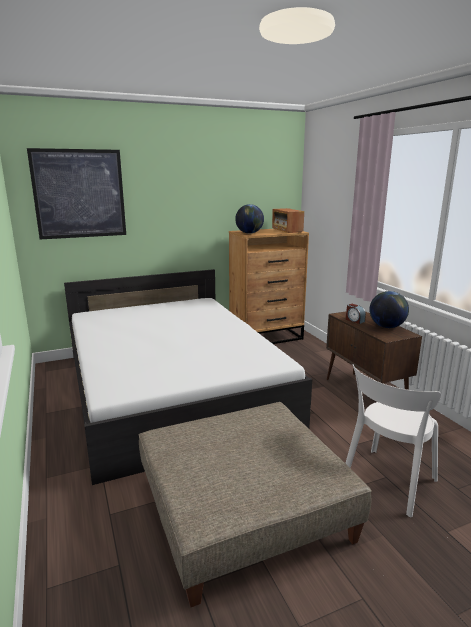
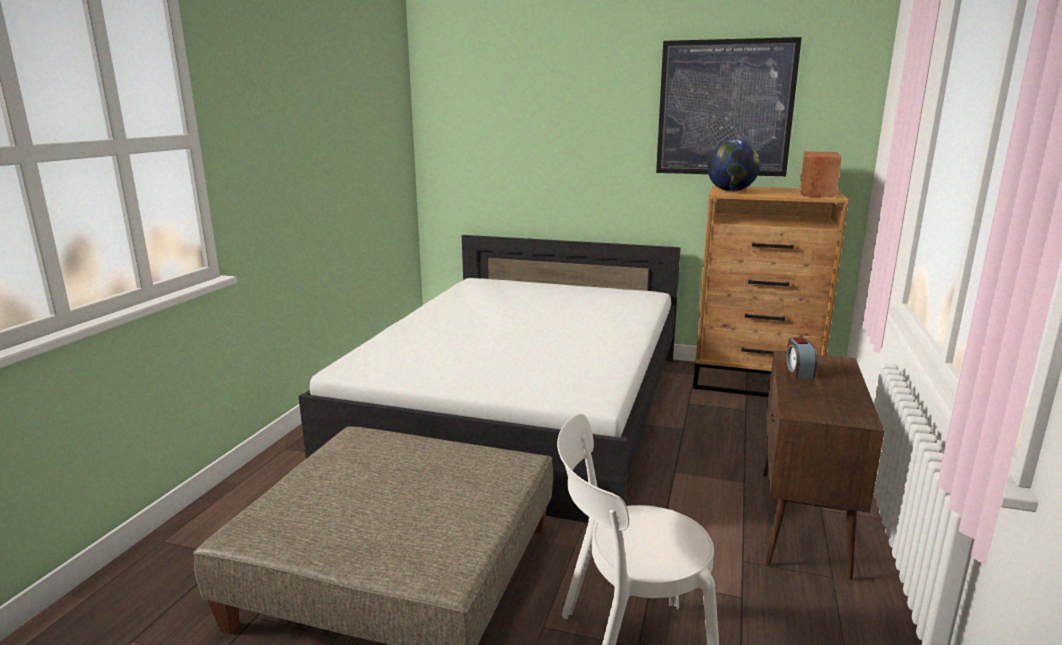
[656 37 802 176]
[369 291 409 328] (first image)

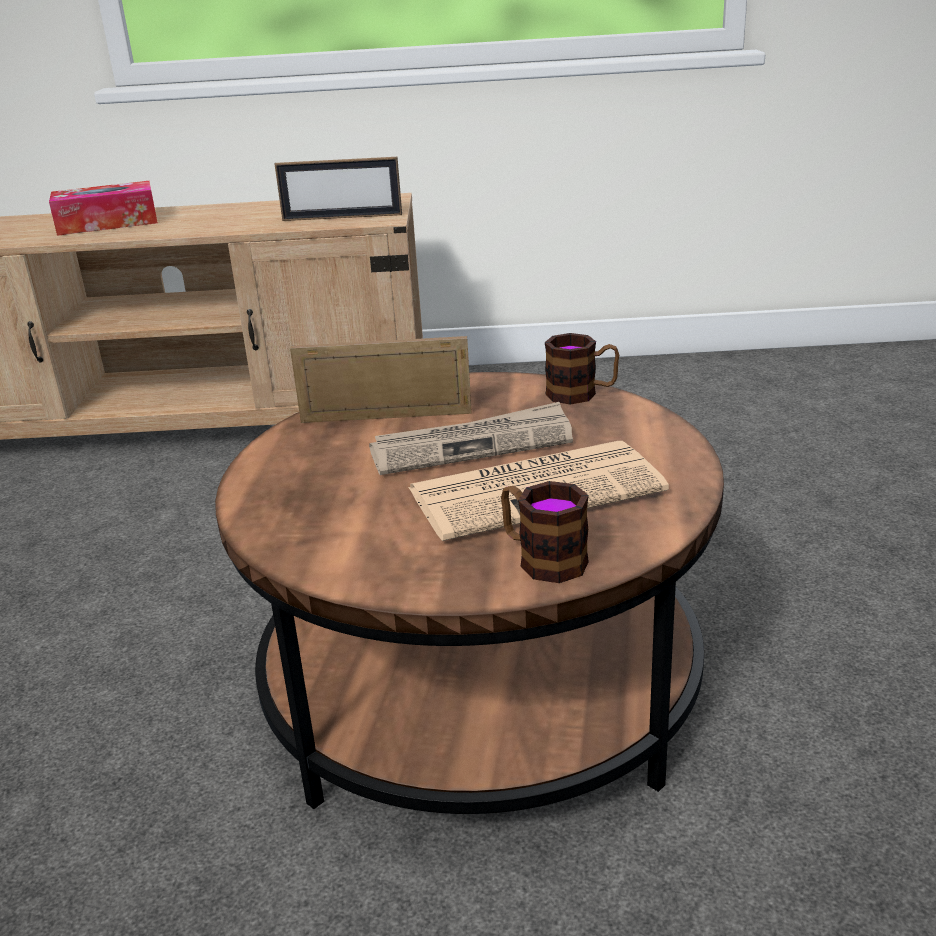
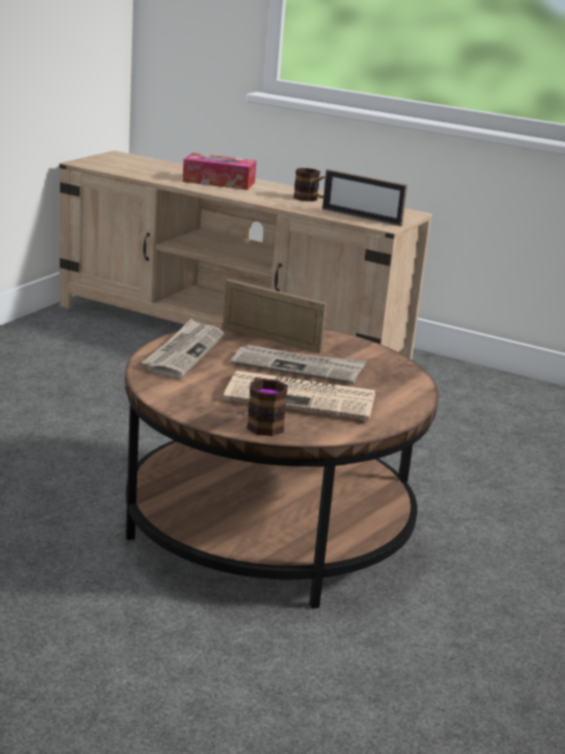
[293 168 325 202]
[141 319 224 378]

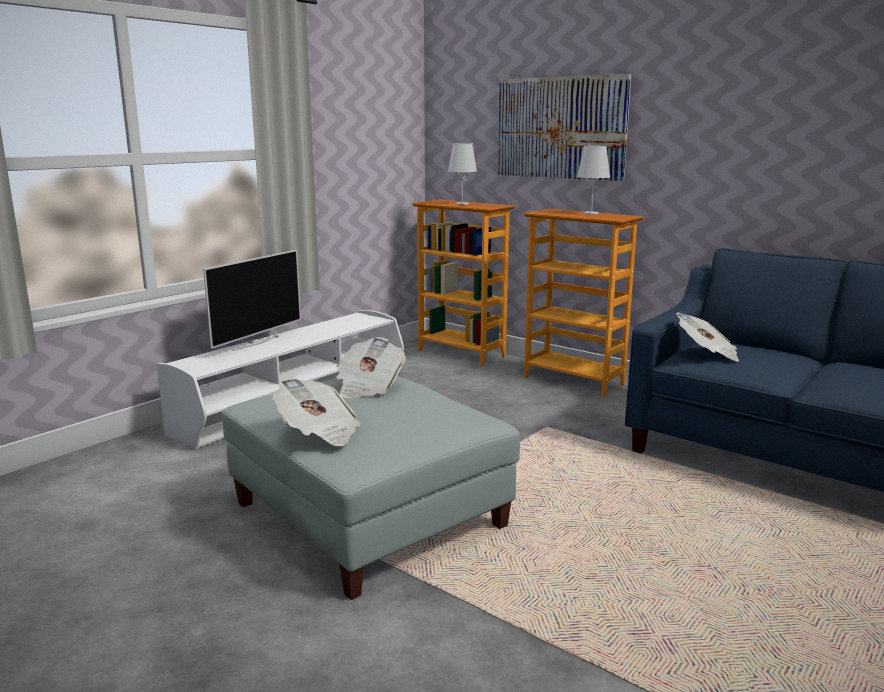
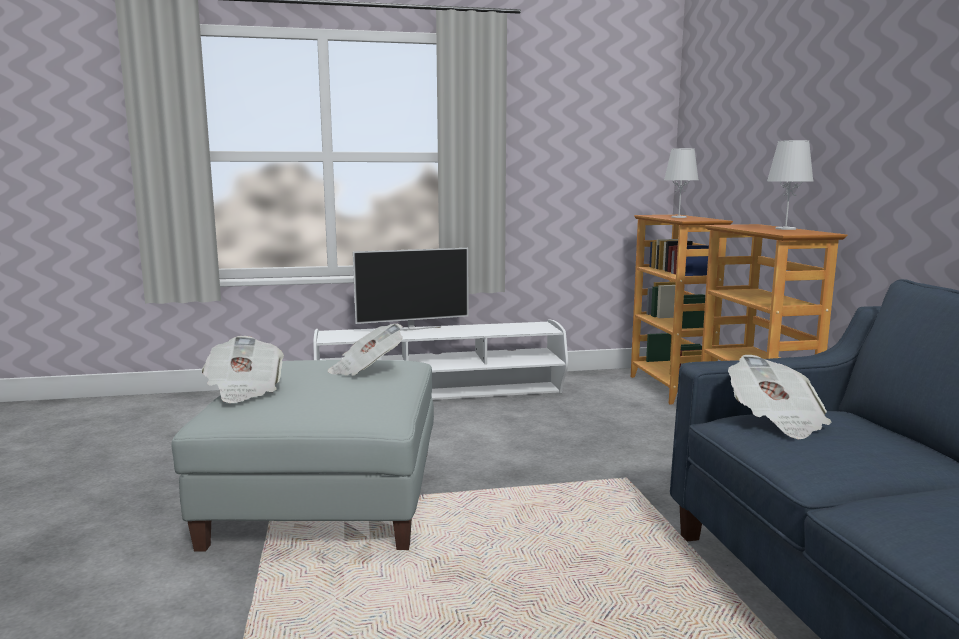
[497 74 632 181] (first image)

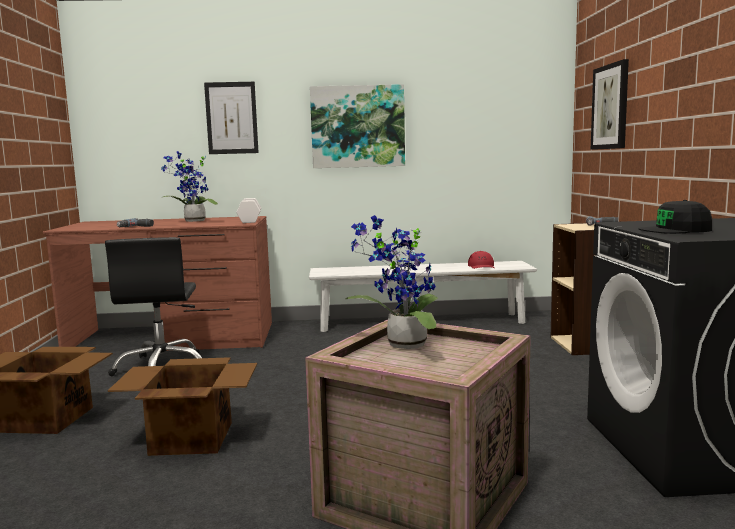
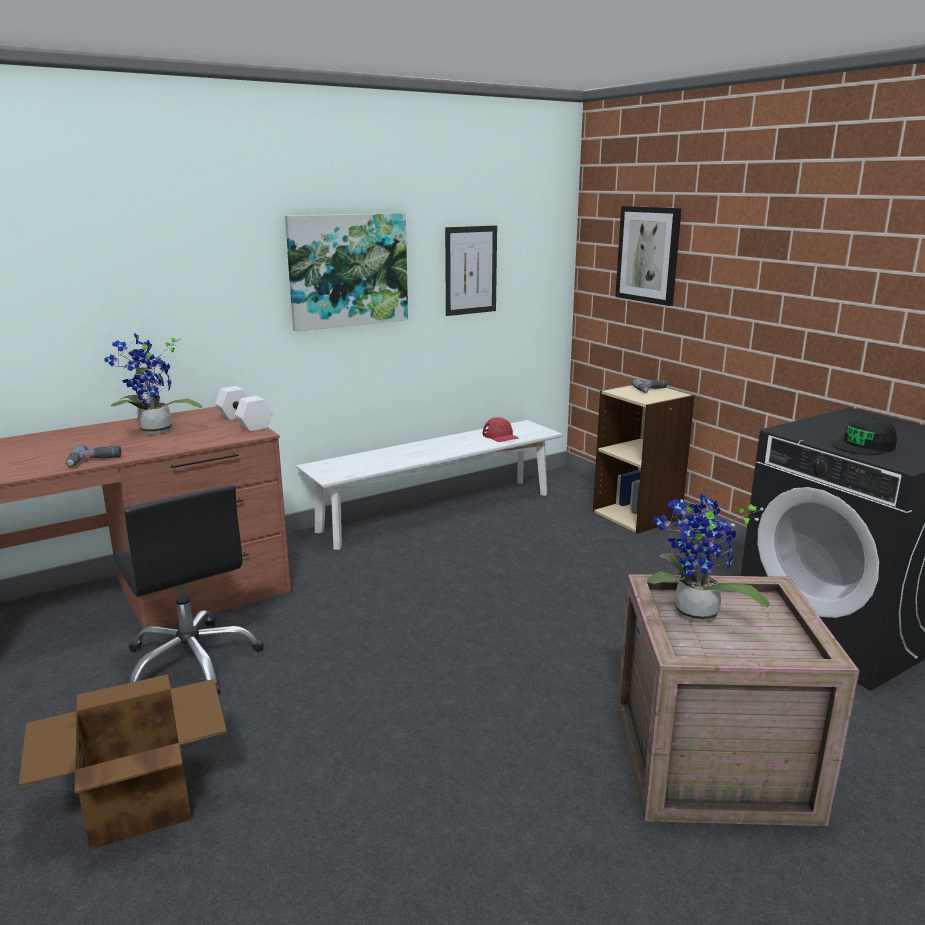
[108 357 257 456] (first image)
[445 225 497 316]

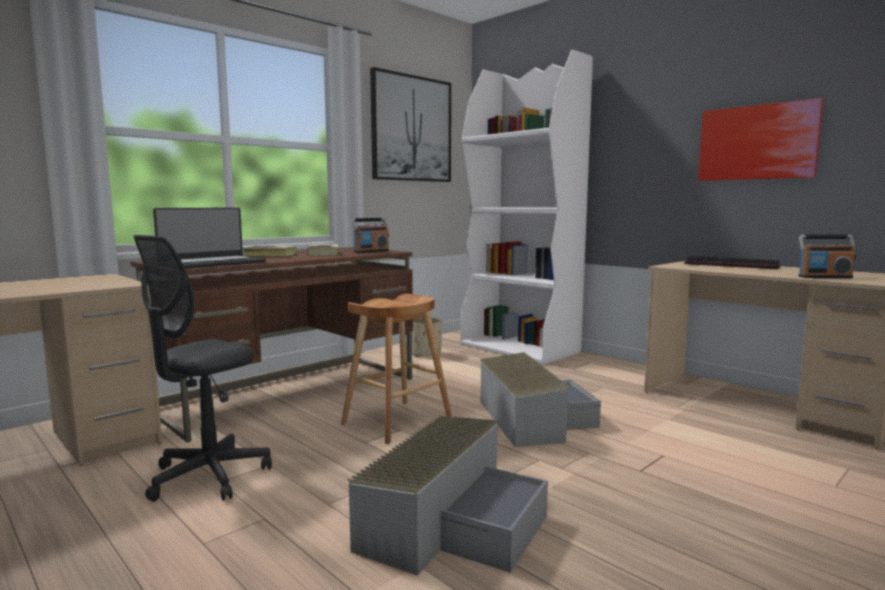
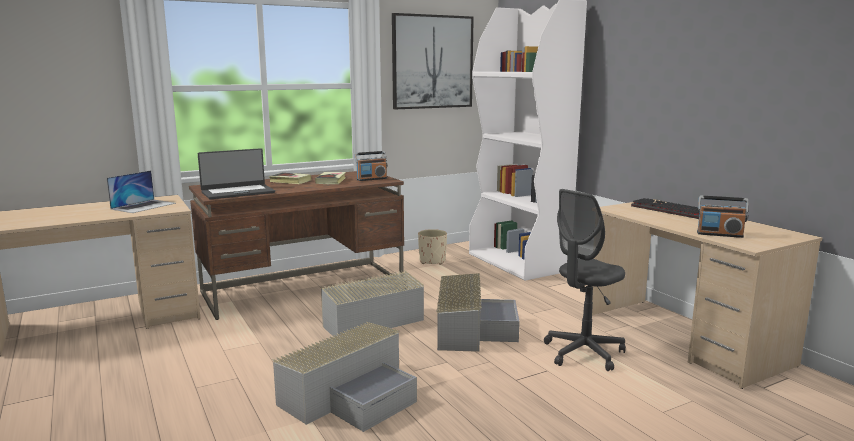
[544 189 626 371]
[321 270 424 337]
[698 98 824 181] (first image)
[107 170 176 213]

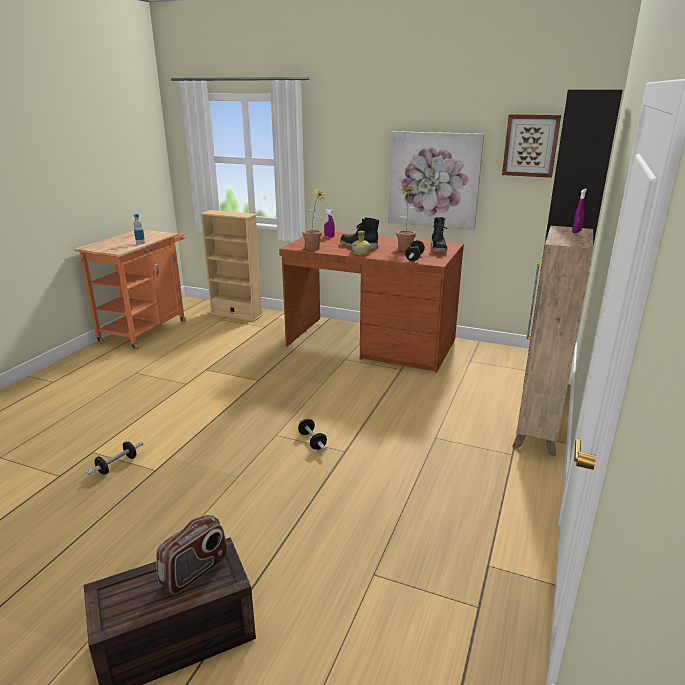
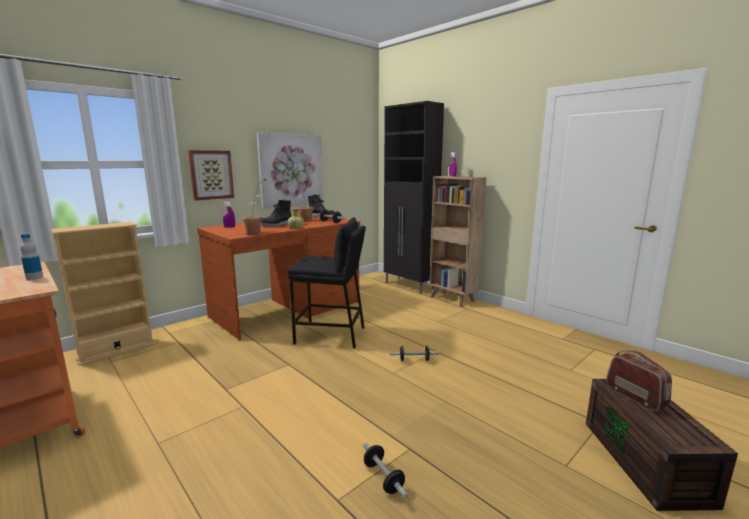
[188 150 234 200]
[287 217 366 348]

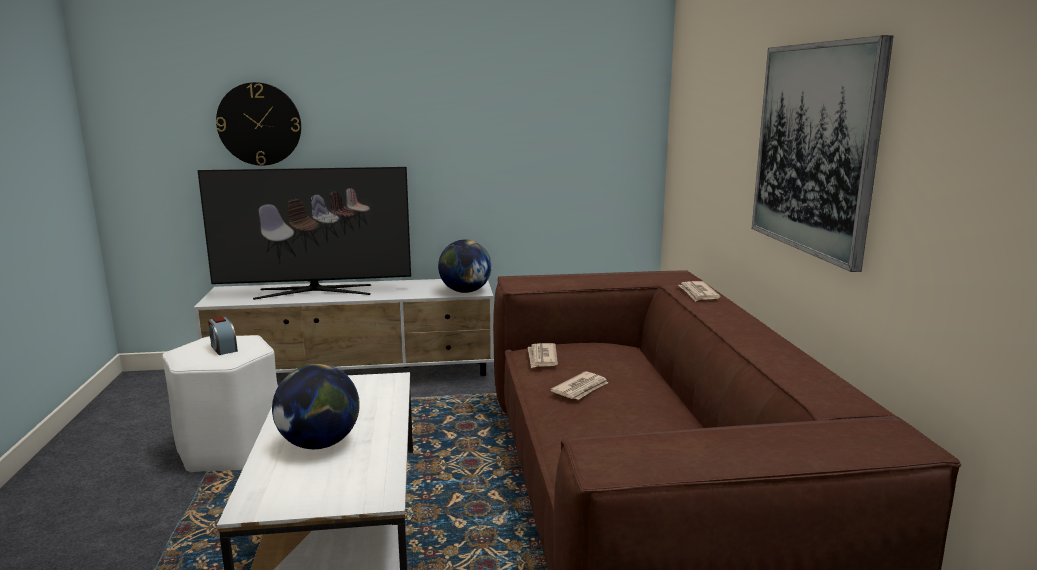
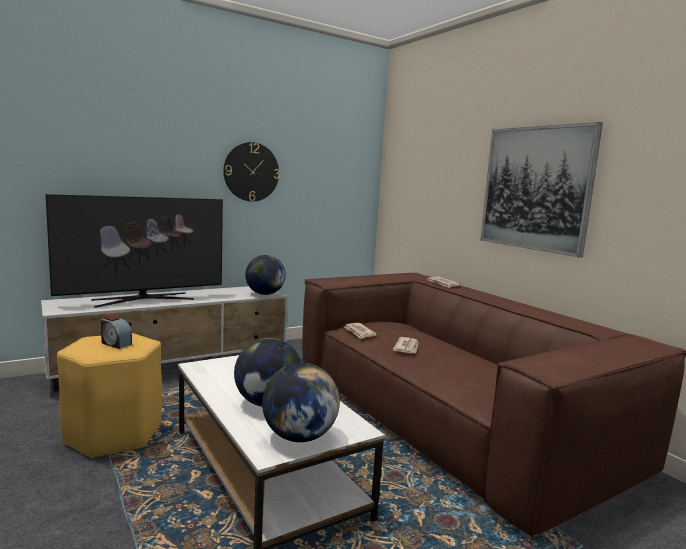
[57 333 162 459]
[223 142 279 202]
[262 363 340 442]

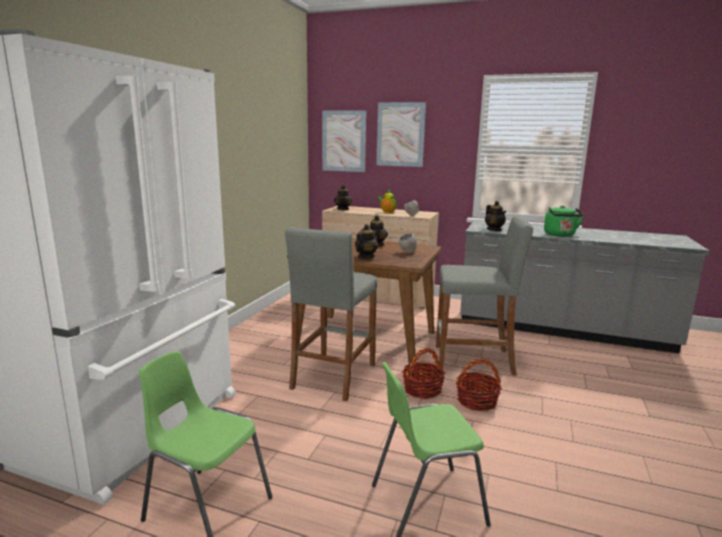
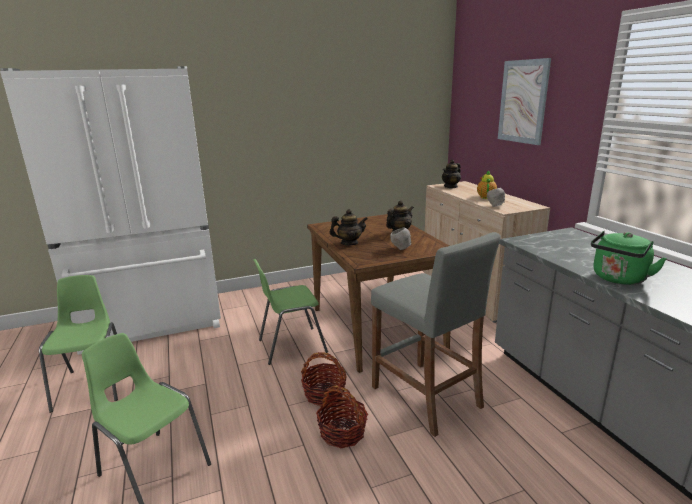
[253 259 328 365]
[322 110 366 172] (first image)
[485 201 506 231] (first image)

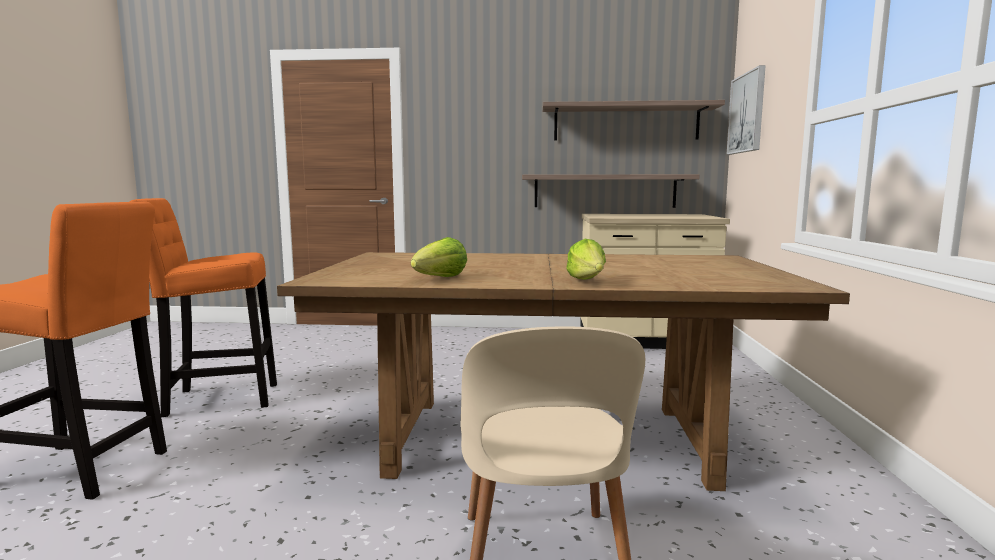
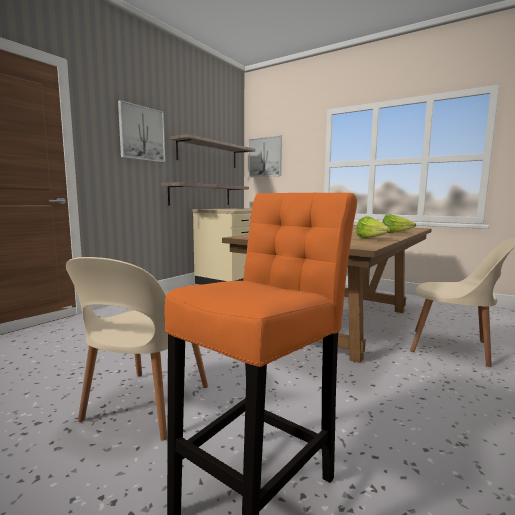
[66 257 208 441]
[118 100 165 162]

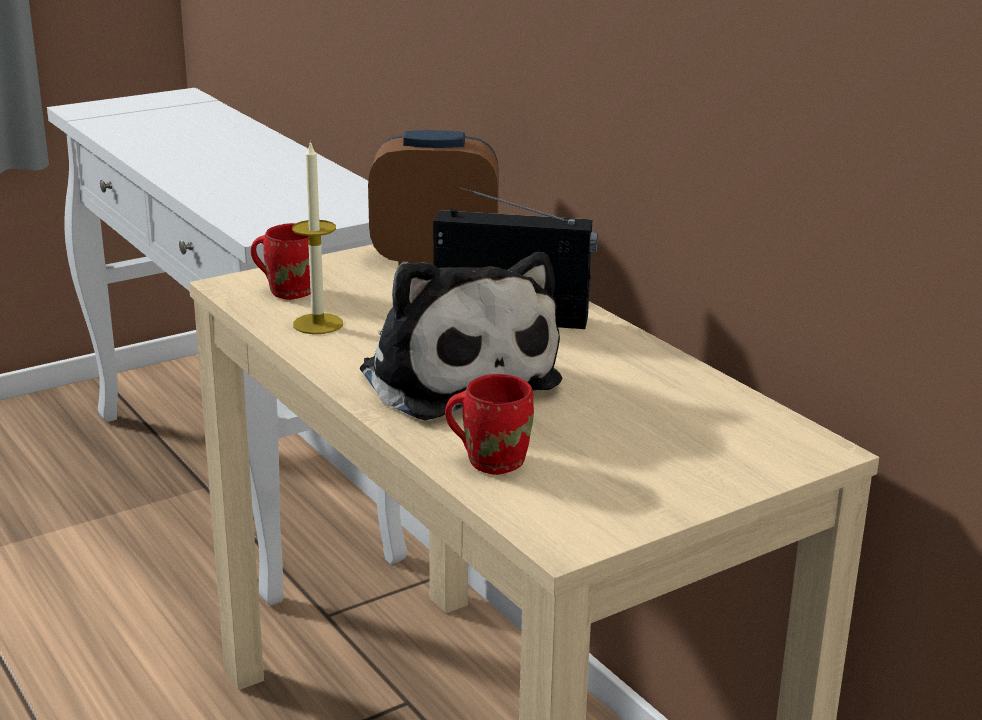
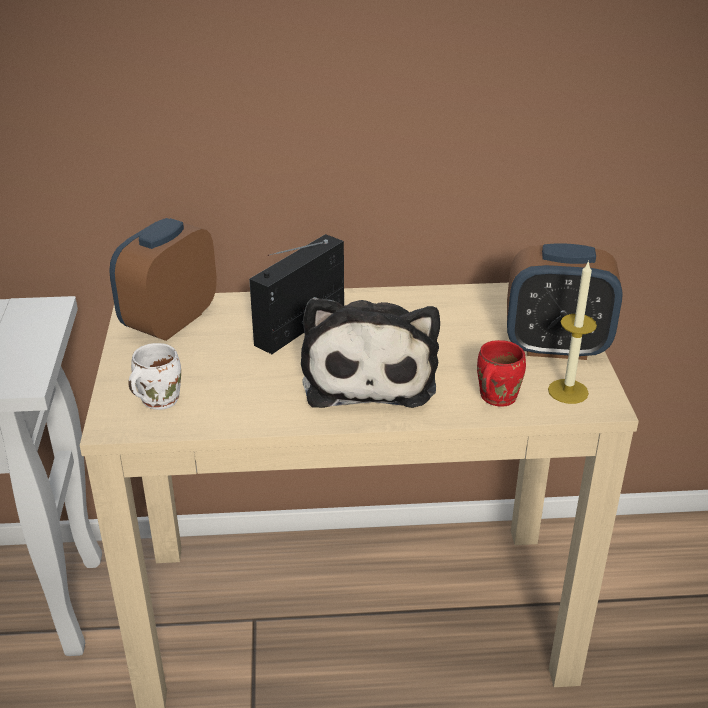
[128 343 181 410]
[548 260 597 404]
[301 297 440 408]
[507 243 623 360]

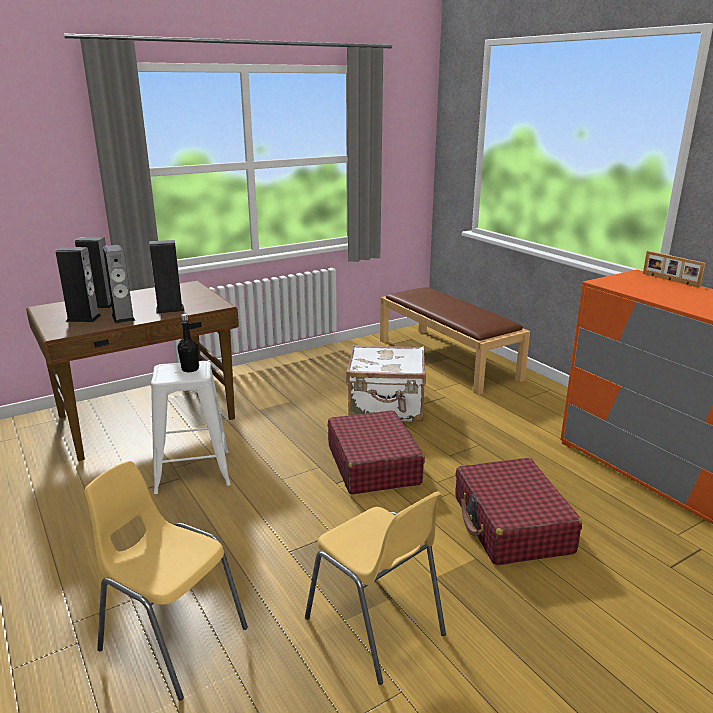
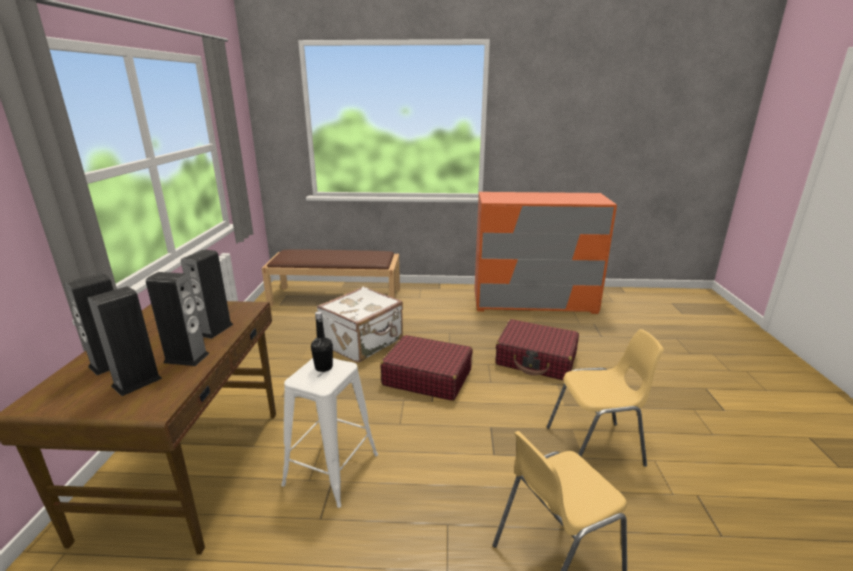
[643 251 705 287] (first image)

